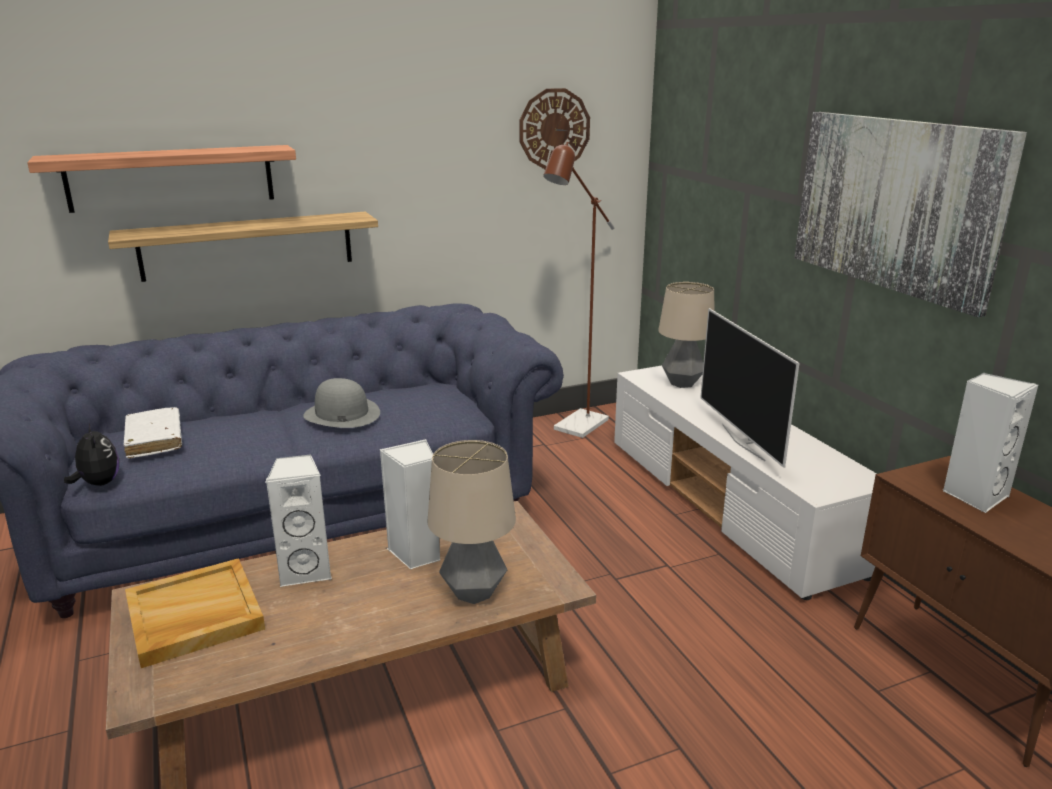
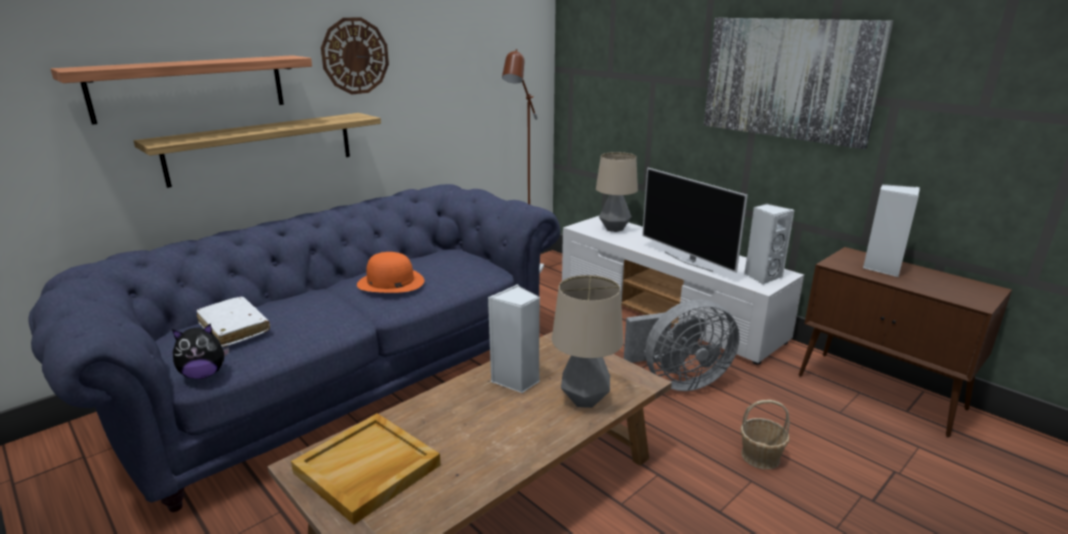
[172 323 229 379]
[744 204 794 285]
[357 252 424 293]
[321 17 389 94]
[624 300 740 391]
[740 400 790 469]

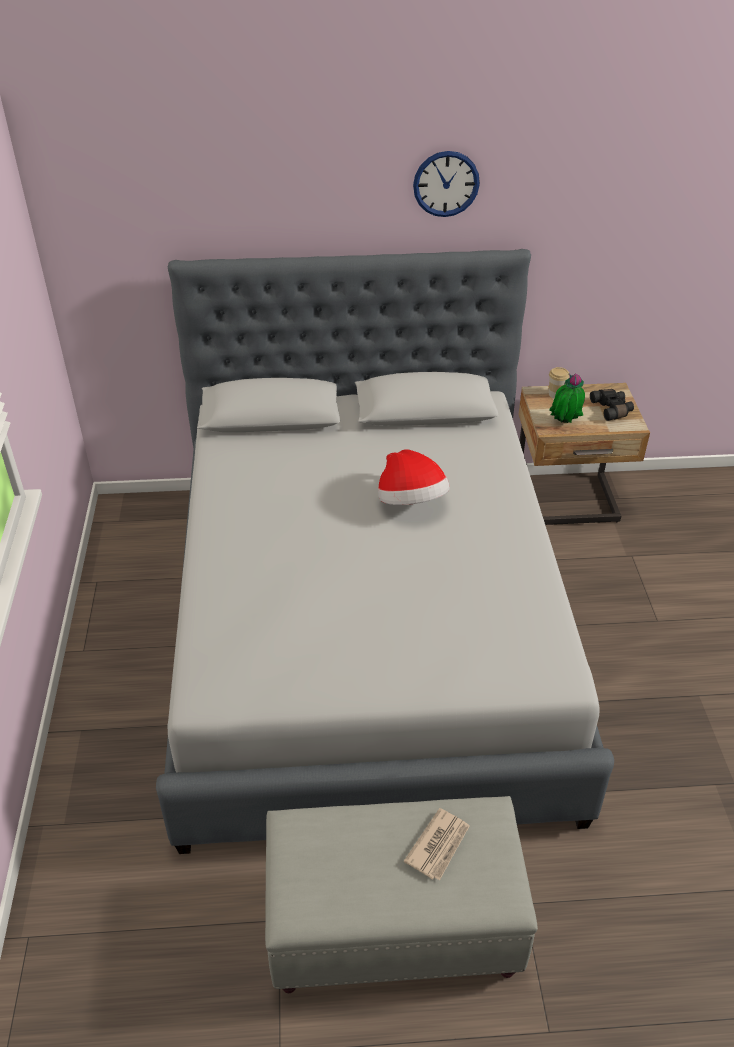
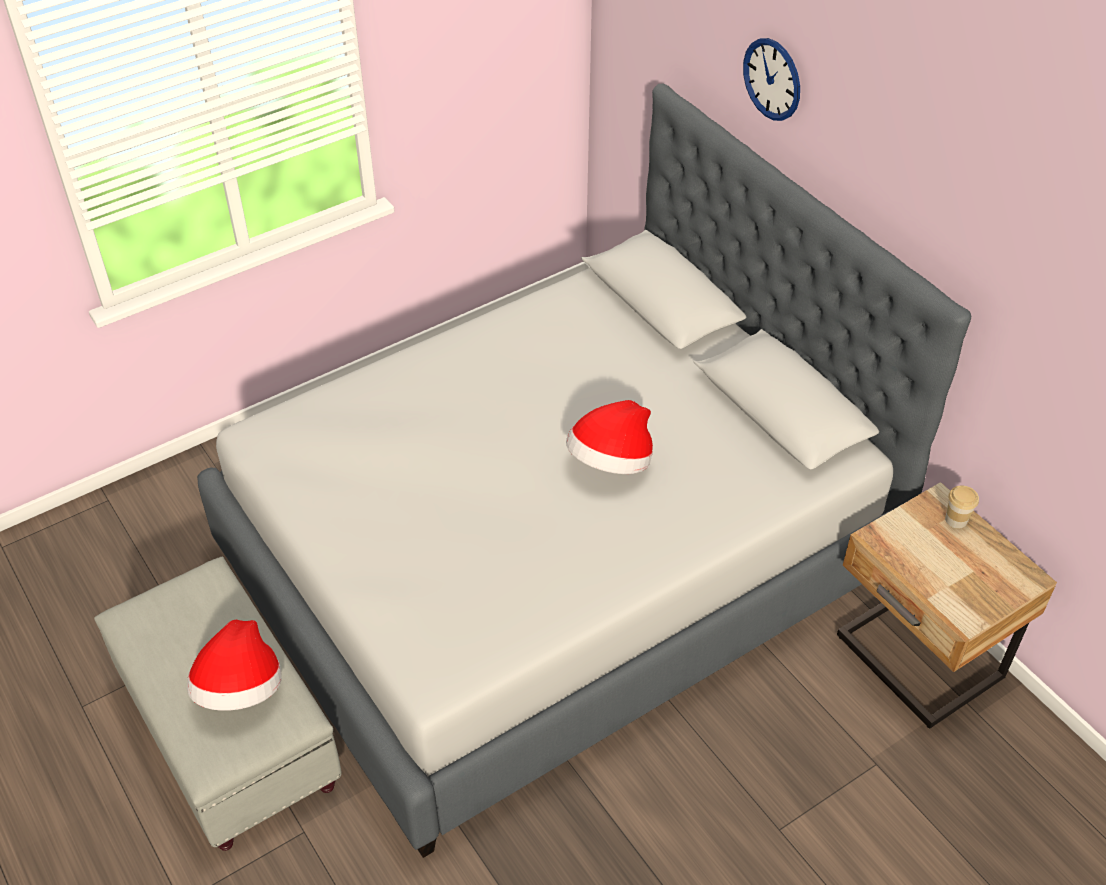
[187 620 281 711]
[743 38 800 121]
[549 373 585 423] (first image)
[590 389 634 421] (first image)

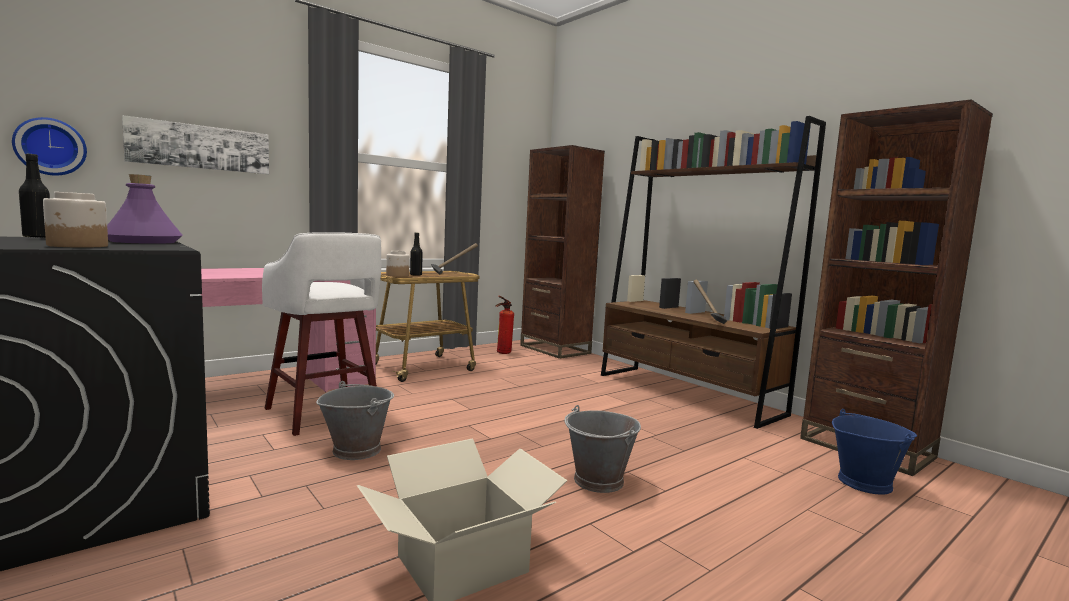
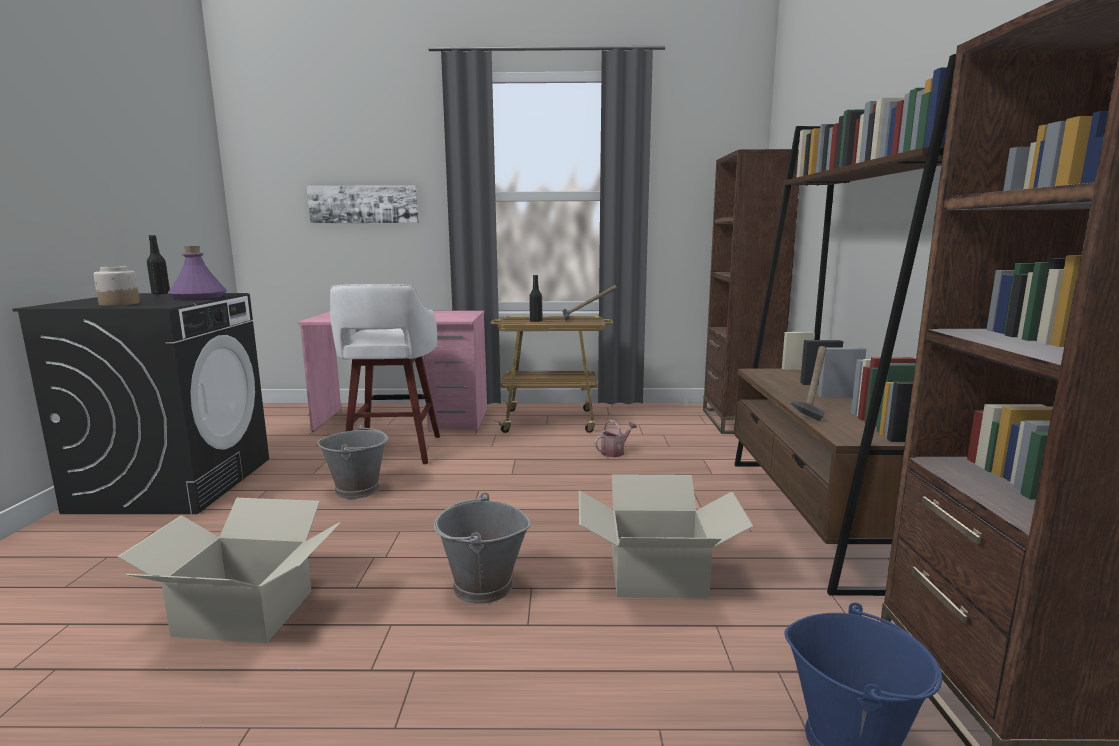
[12 117 87 176] (first image)
[386 251 410 277] (first image)
[496 295 514 354] (first image)
[579 474 754 598]
[595 420 637 457]

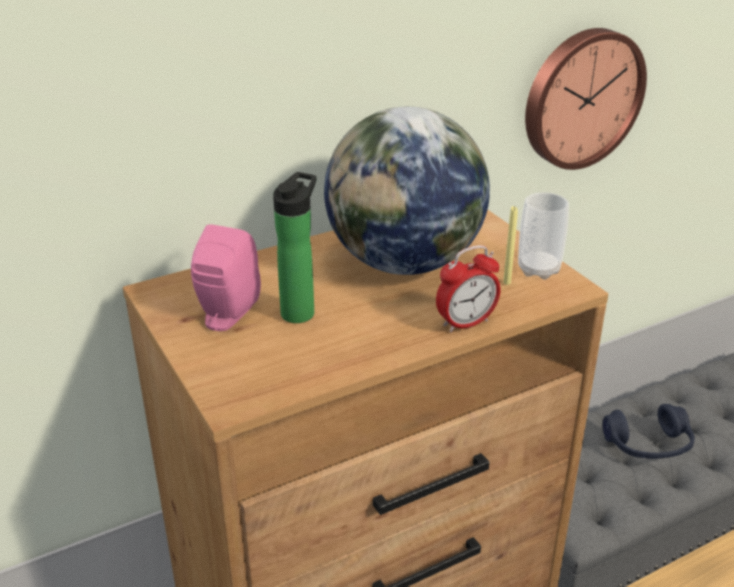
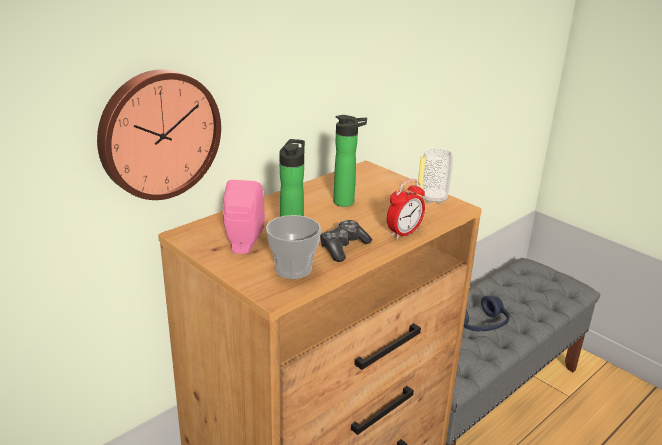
[333 115 367 207]
[97 69 221 200]
[266 215 321 279]
[320 220 372 262]

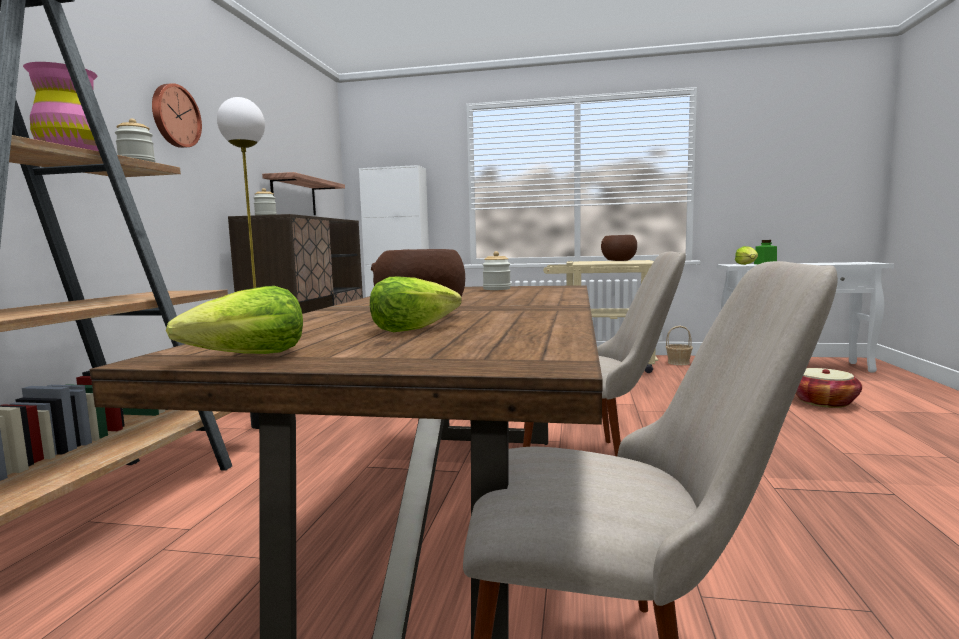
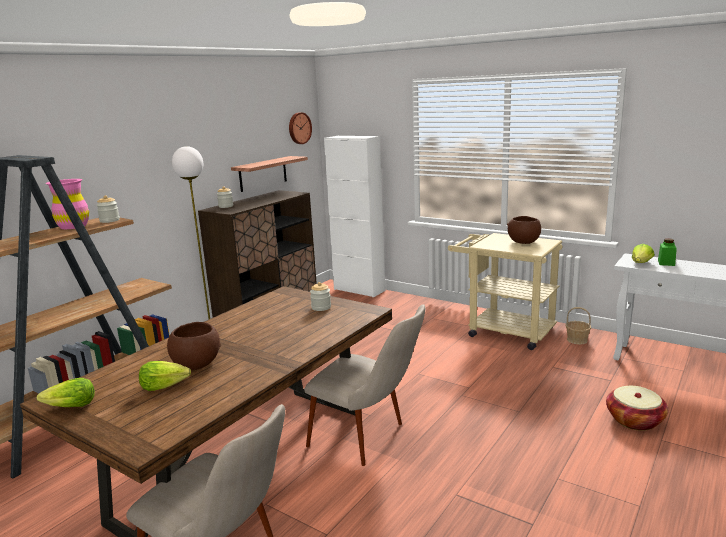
[289 112 312 144]

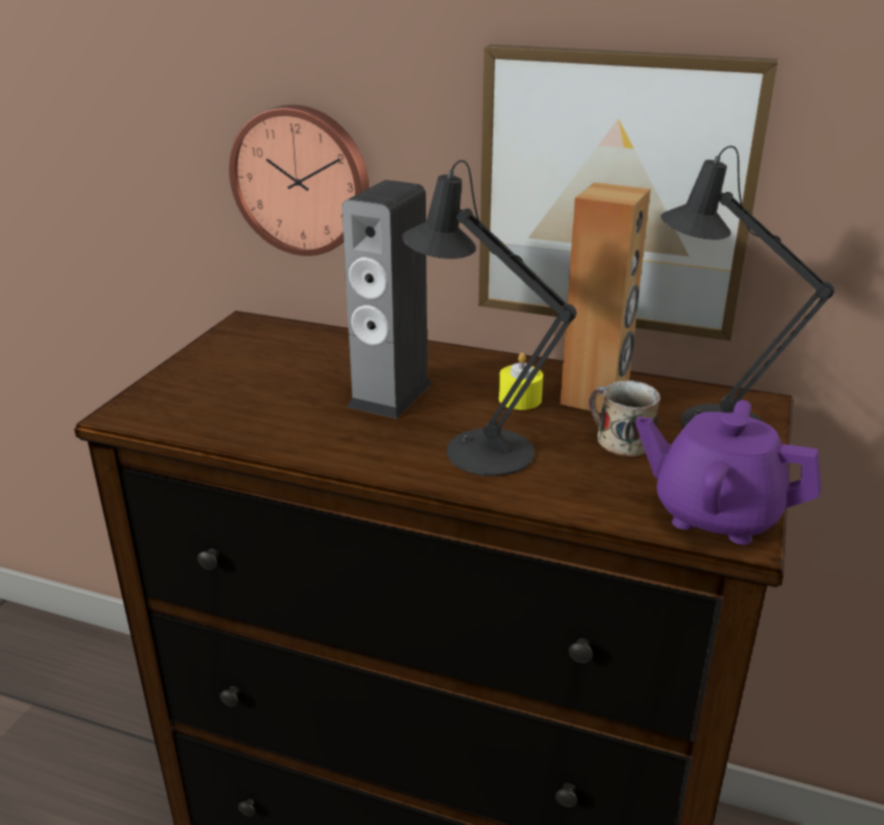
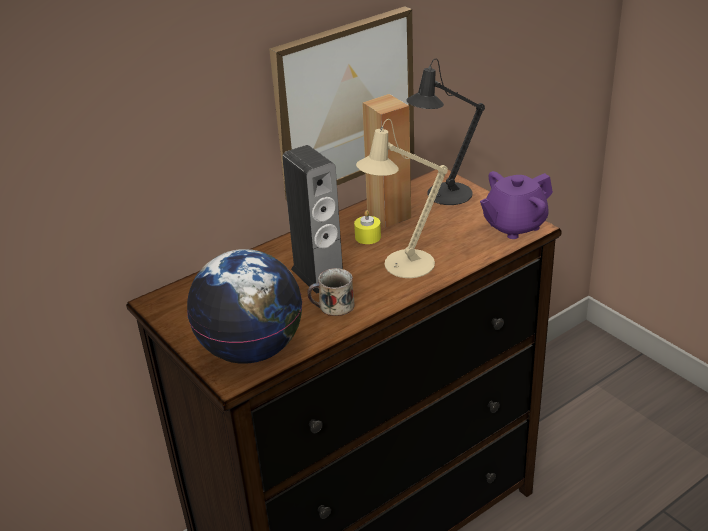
[229 105 369 256] (first image)
[356 119 448 278]
[308 268 354 316]
[187 249 302 364]

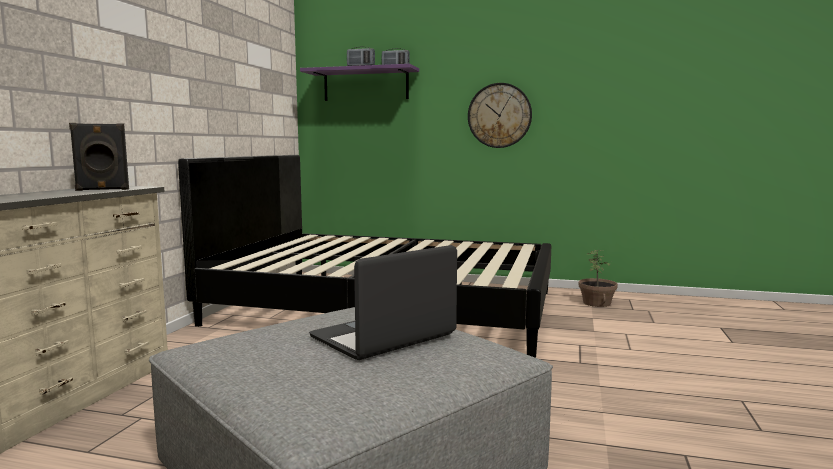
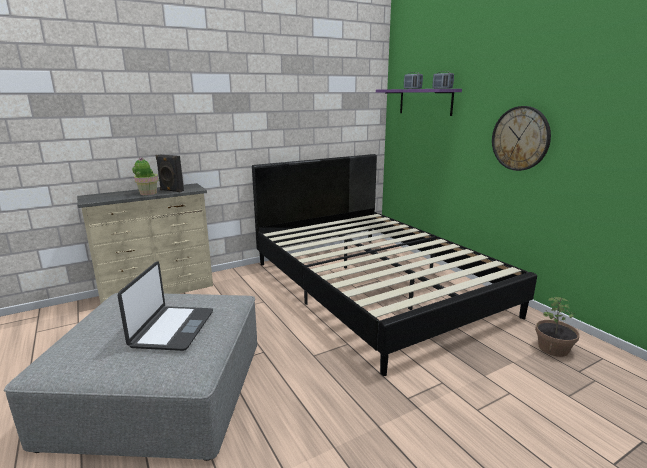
[118 261 213 351]
[132 158 158 195]

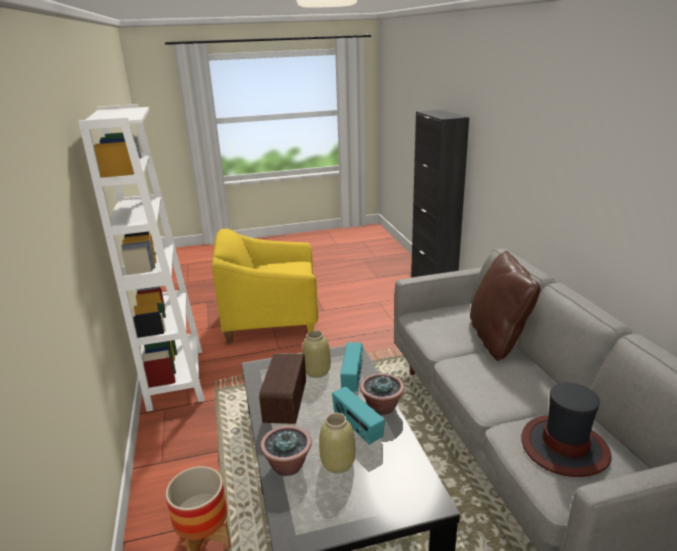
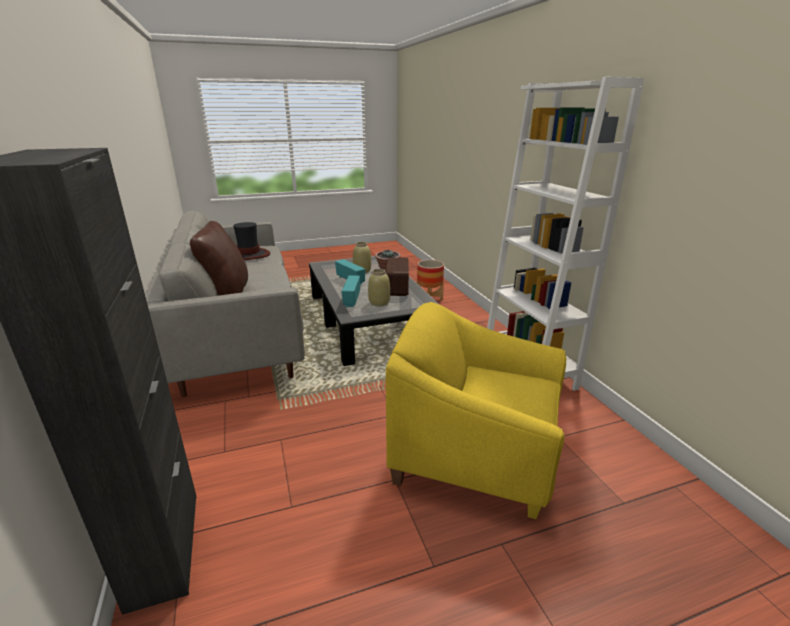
[386 302 566 519]
[360 373 404 416] (first image)

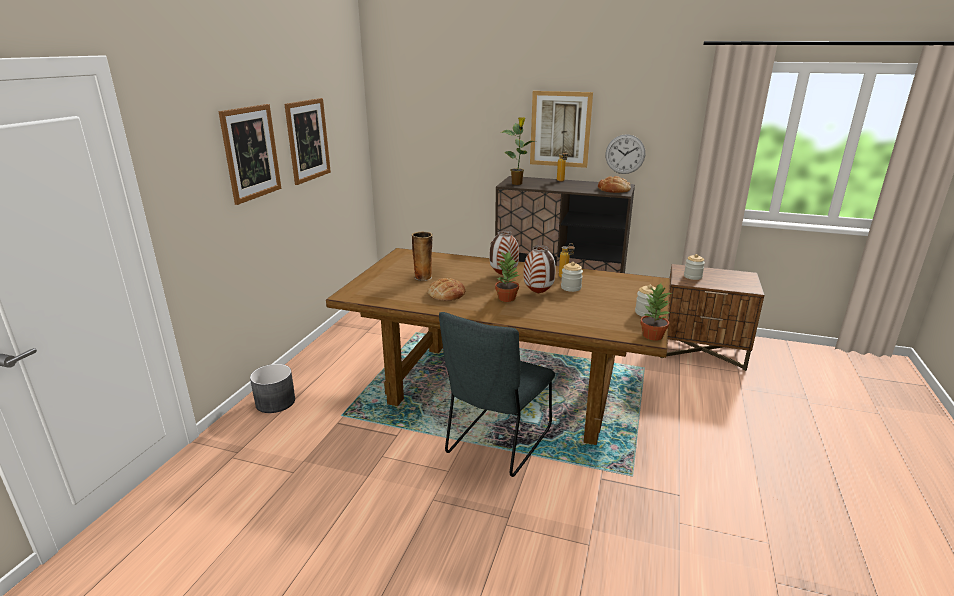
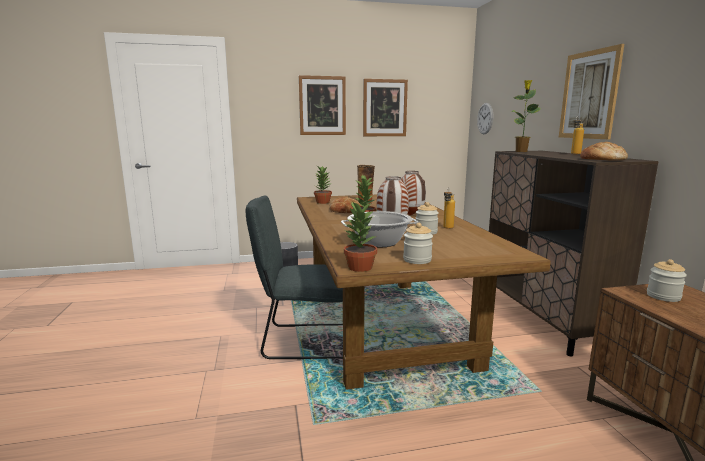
[477 103 493 134]
[314 166 332 204]
[341 211 419 247]

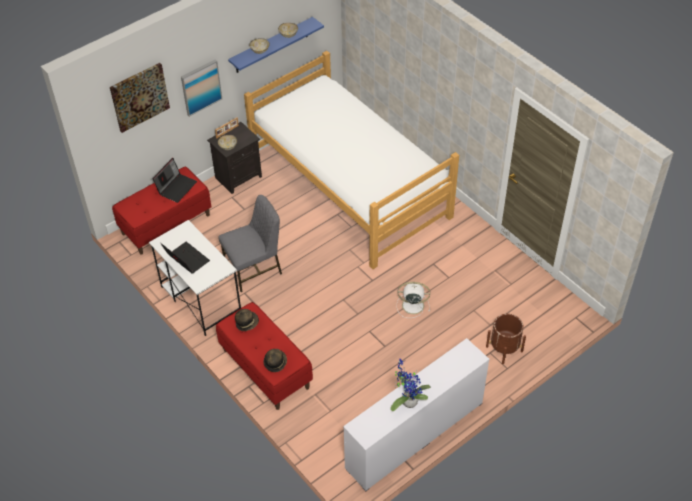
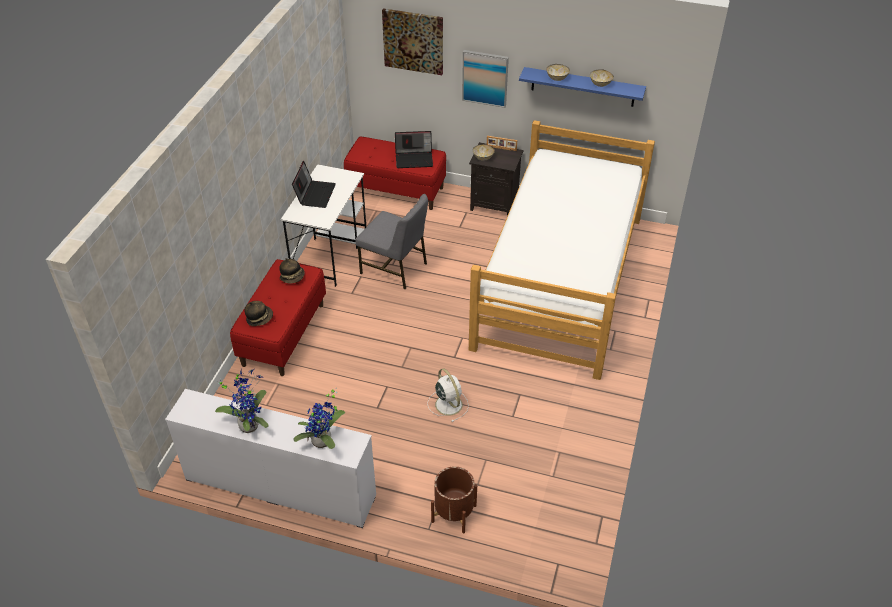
[293 388 346 449]

